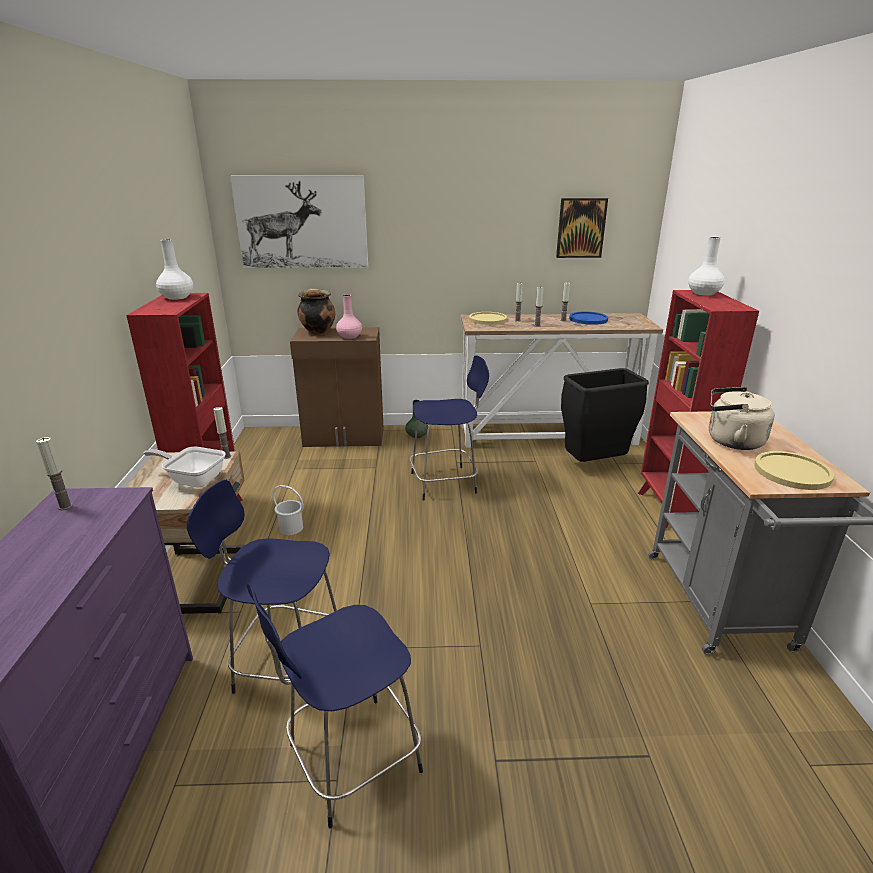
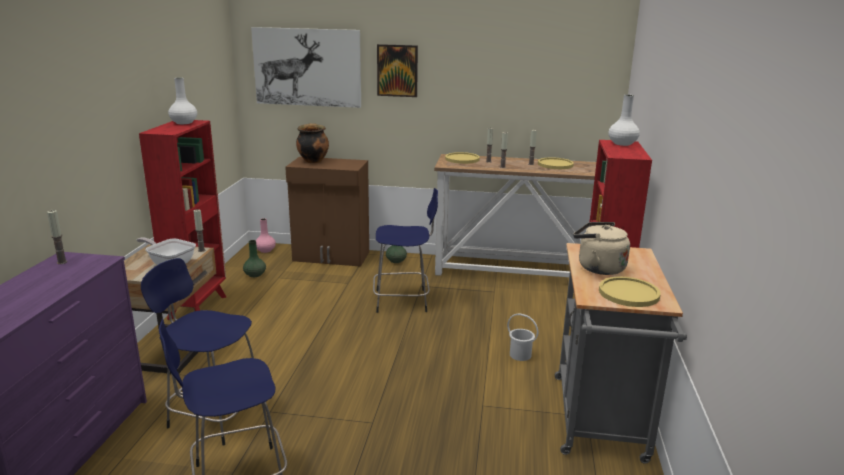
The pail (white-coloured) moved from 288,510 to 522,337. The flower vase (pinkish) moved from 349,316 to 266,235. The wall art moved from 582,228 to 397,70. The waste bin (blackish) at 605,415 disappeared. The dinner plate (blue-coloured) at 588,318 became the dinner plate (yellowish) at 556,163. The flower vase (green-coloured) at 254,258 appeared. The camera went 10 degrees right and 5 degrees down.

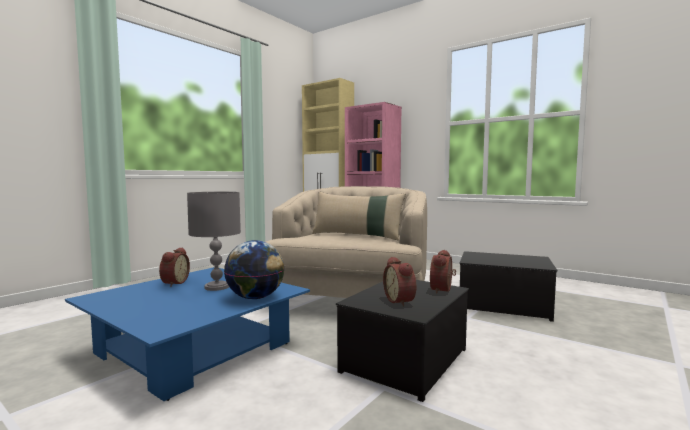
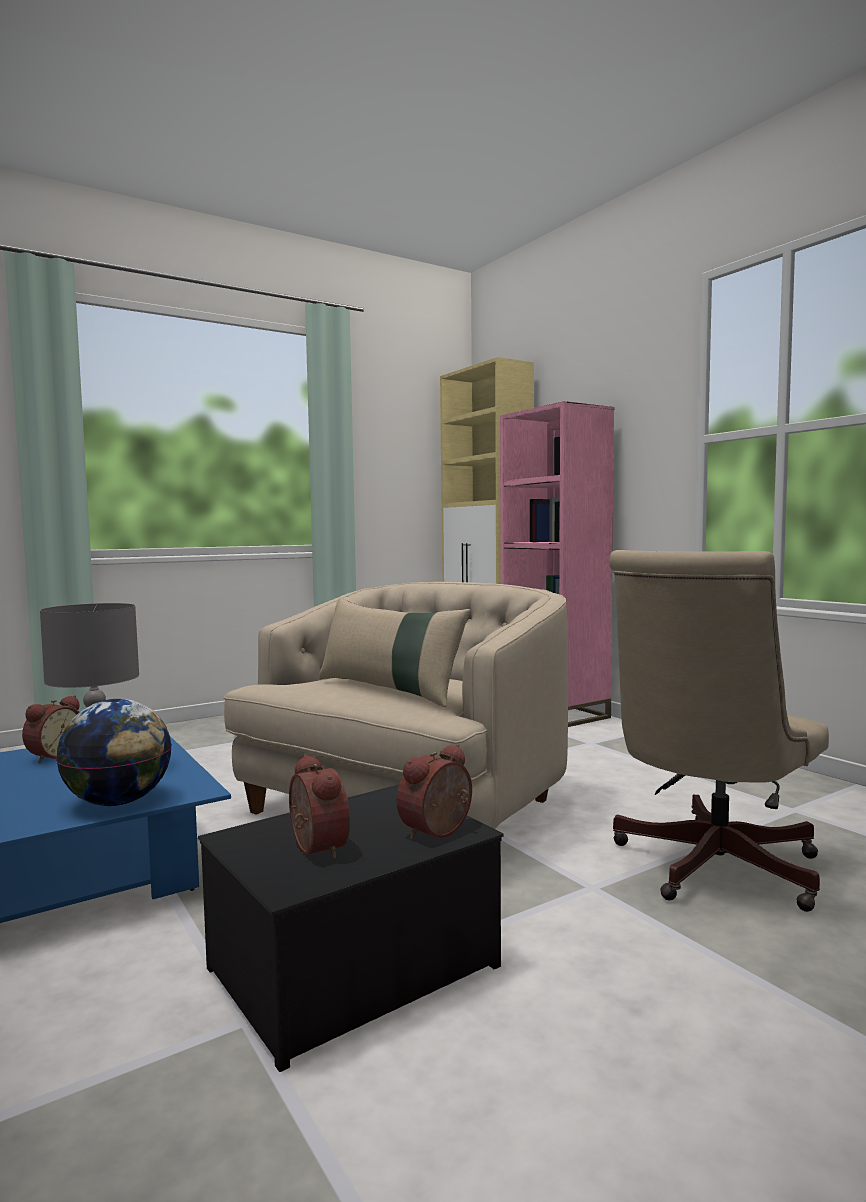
The bedside clock at 399,282 turned 150 degrees clockwise. The storage bin at 508,286 was replaced by the computer chair (beige) at 719,731. The camera went 20 degrees right and 0 degrees up.

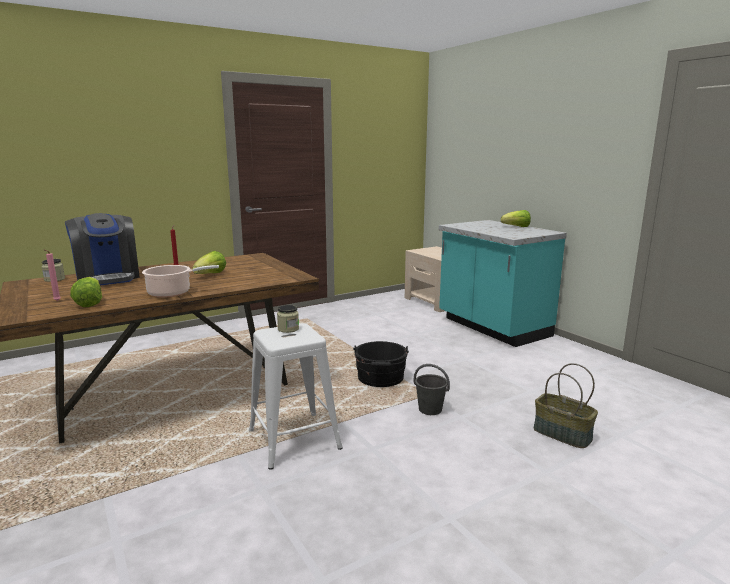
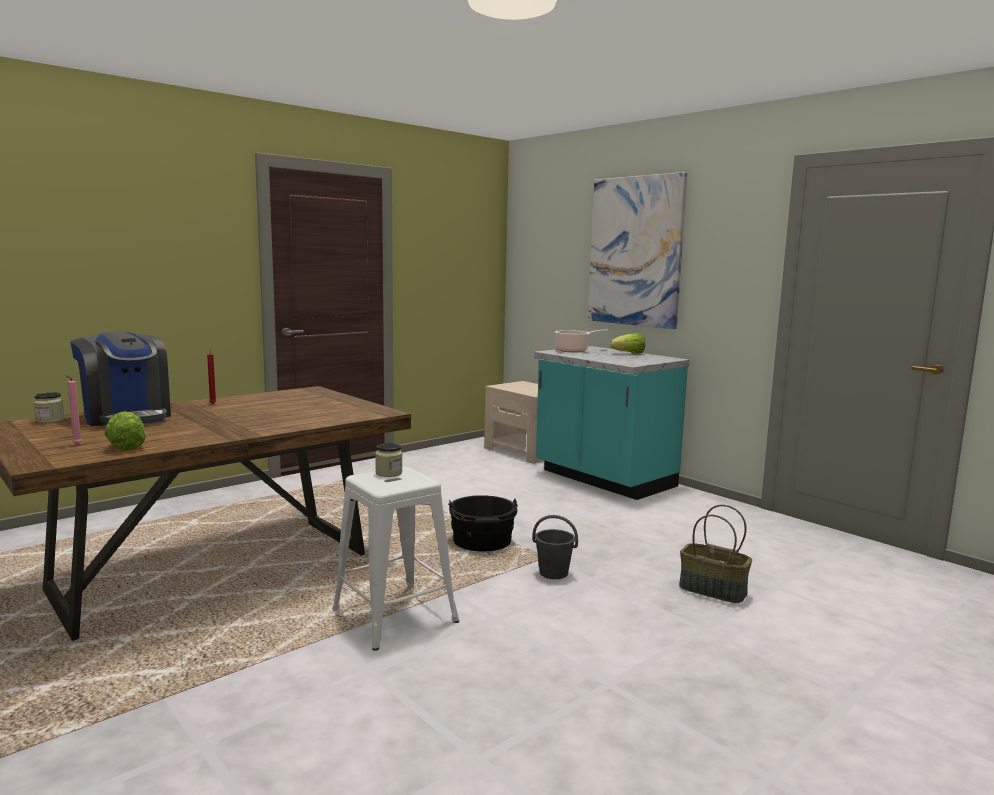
The saucepot moved from 180,281 to 581,341. The lettuce at 209,262 disappeared. The wall art at 637,250 appeared. The camera went 10 degrees left and 5 degrees down.

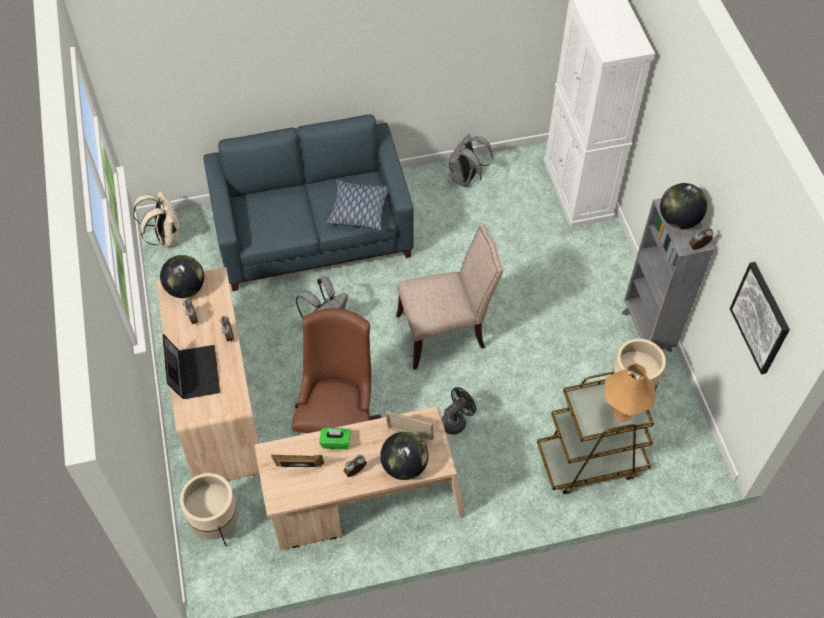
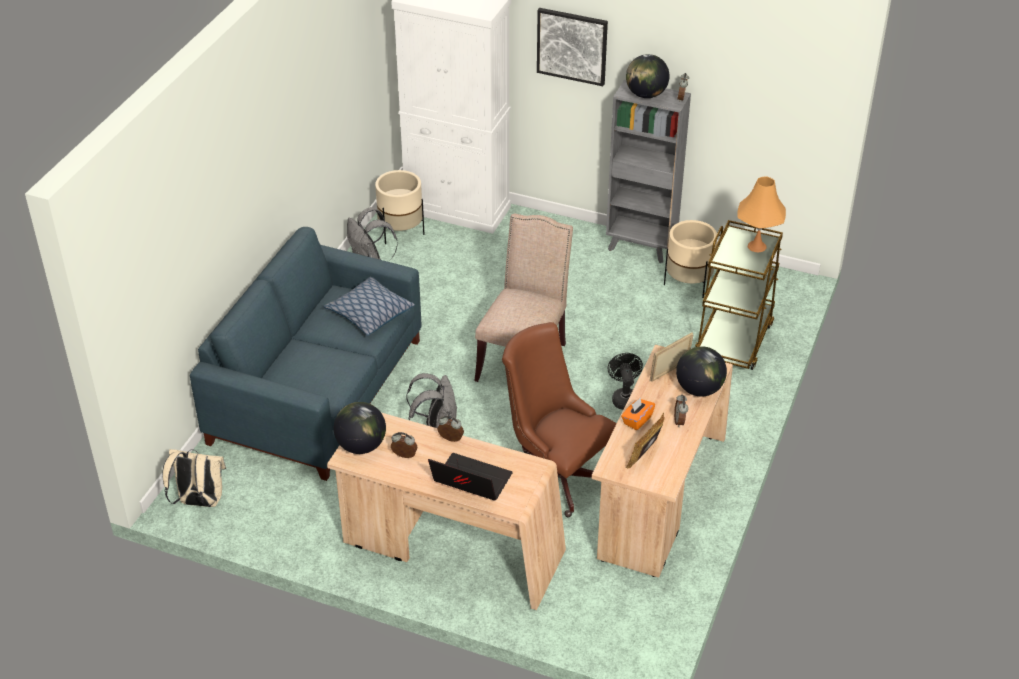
The plant pot (beige) moved from 209,510 to 400,207. The tissue holder (green-coloured) at 334,438 became the tissue holder (orange) at 638,413. The wall art moved from 760,318 to 572,47. The camera went 55 degrees left and 15 degrees down.

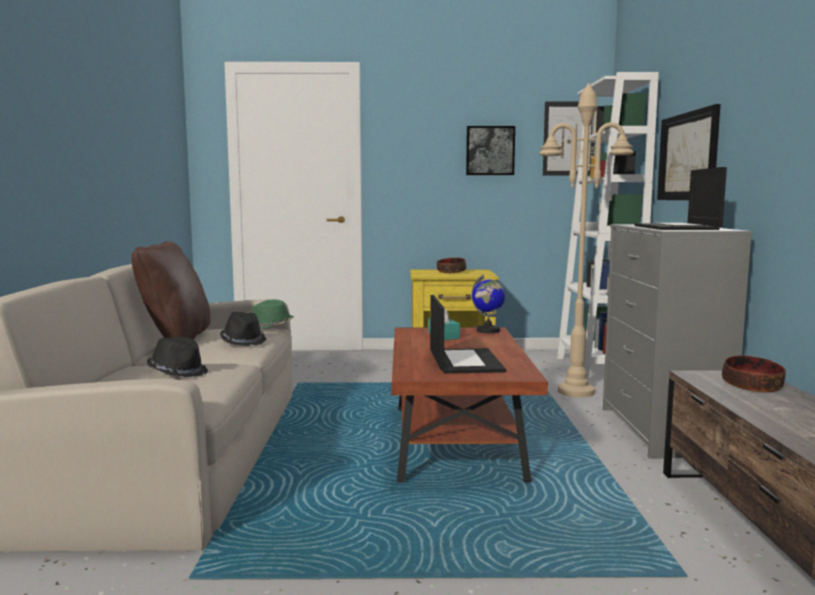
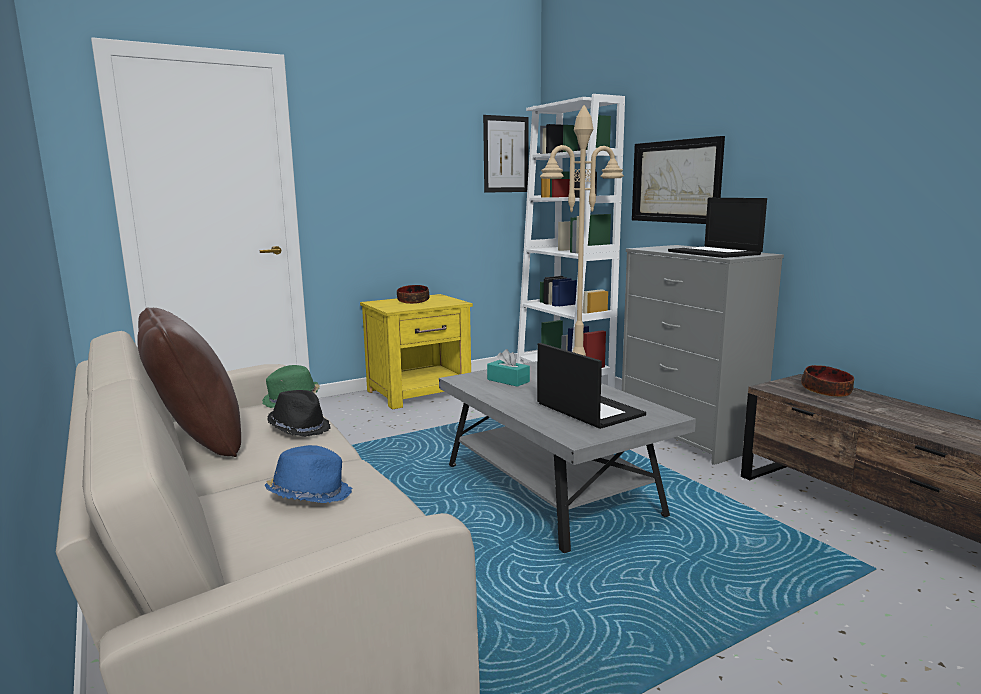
The hat (blackish) at 178,357 became the hat (blue-coloured) at 308,474. The coffee table (brown-coloured) at 469,405 became the coffee table (grey) at 567,457. The wall art at 490,150 disappeared. The globe at 488,304 disappeared. The camera went 30 degrees left and 5 degrees up.

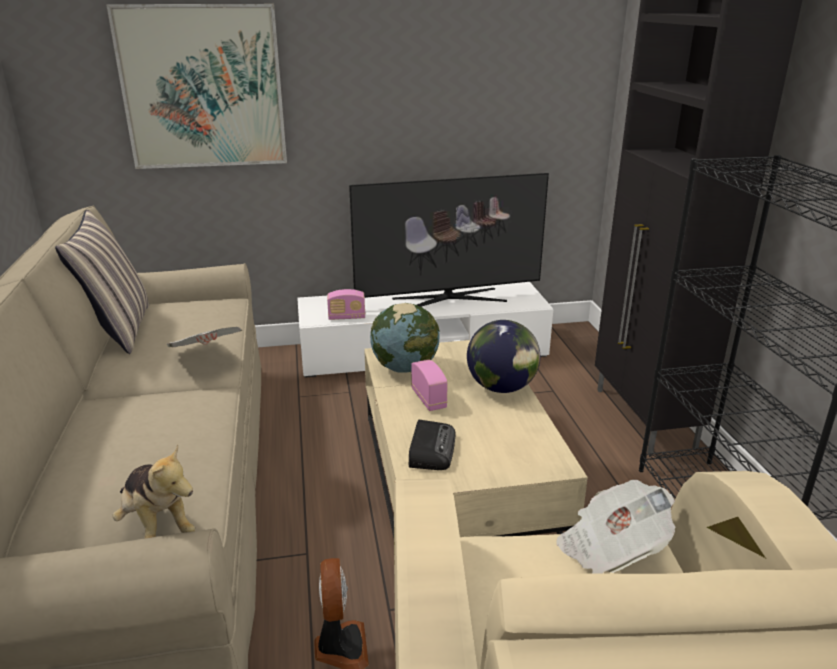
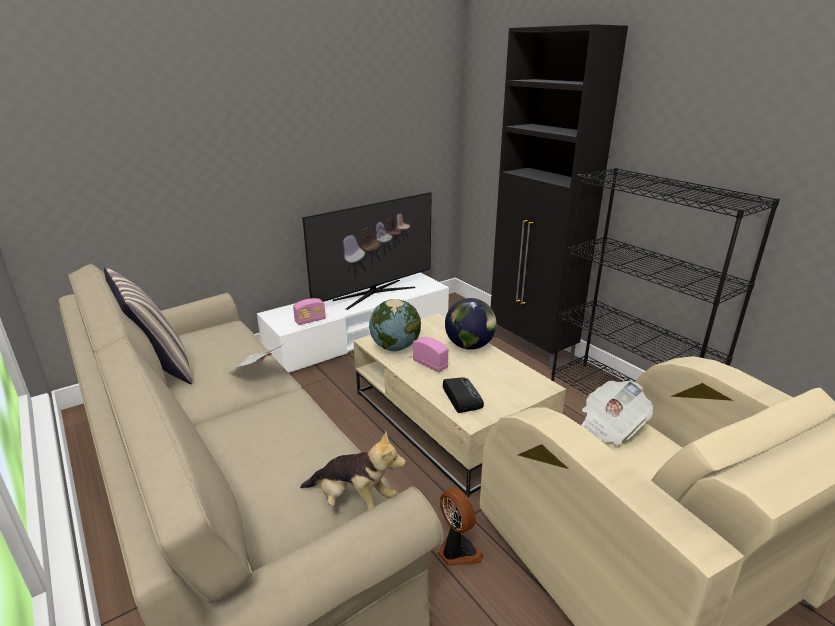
The wall art at 196,86 disappeared. The camera went 25 degrees left and 0 degrees up.

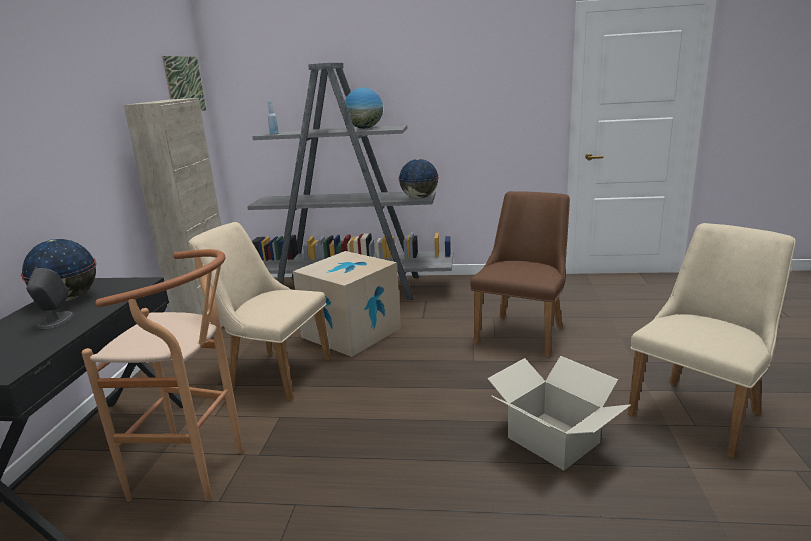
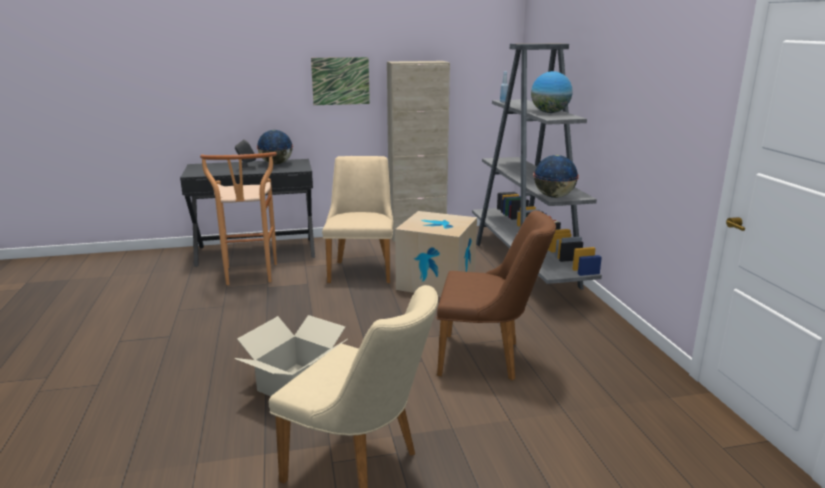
The wall art moved from 184,83 to 340,81. The camera went 70 degrees right and 0 degrees up.

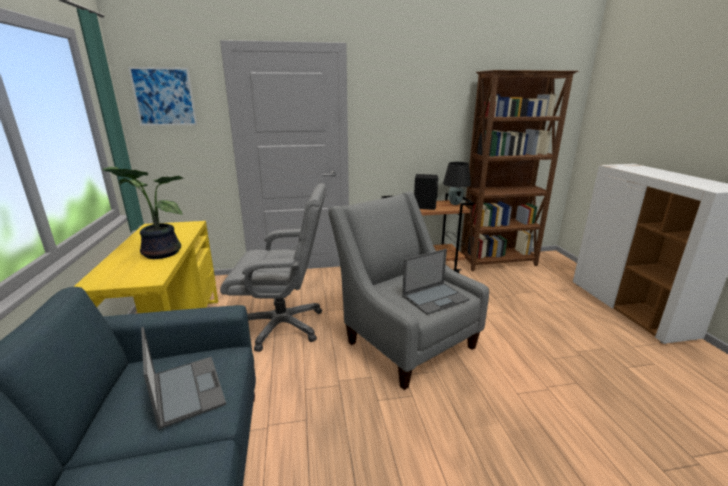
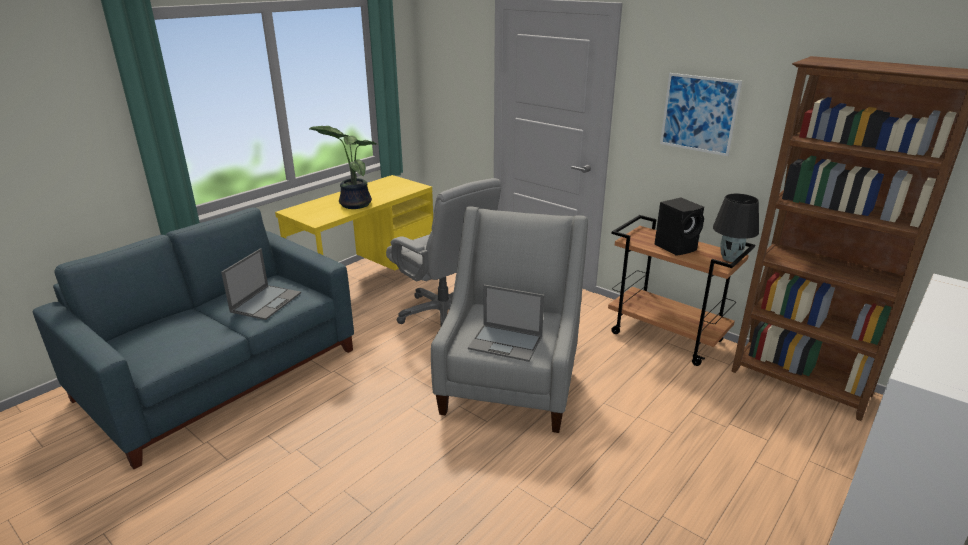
The wall art moved from 162,96 to 701,114. The camera went 50 degrees right and 5 degrees up.

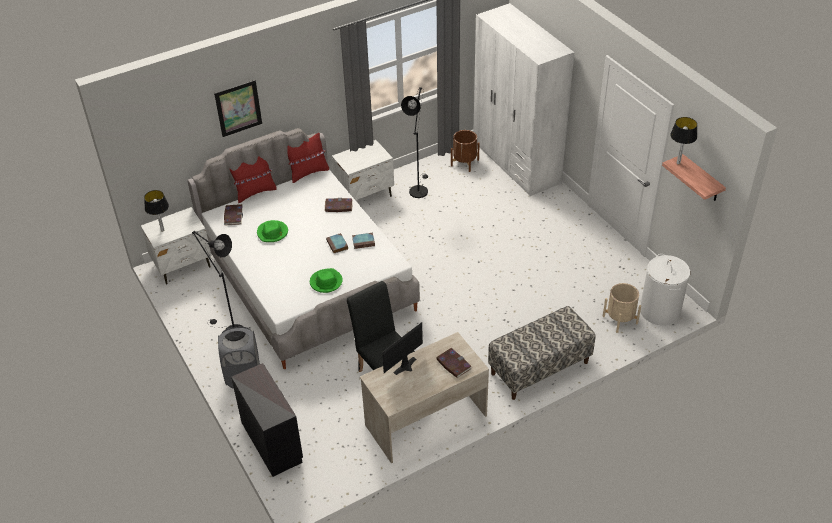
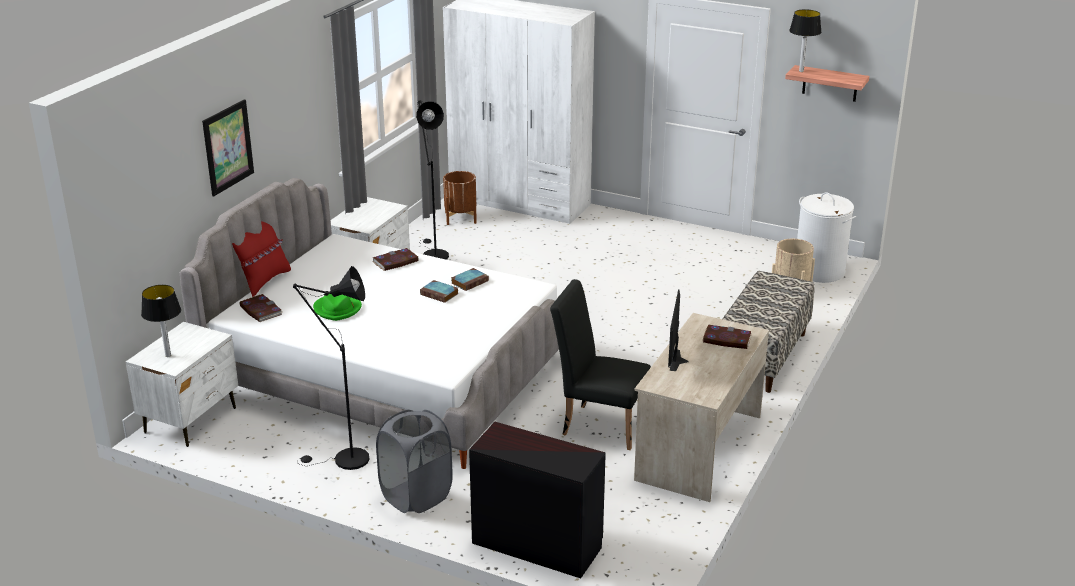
The pillow (red) at 308,158 disappeared. The hat (green-coloured) at 326,280 disappeared. The camera went 35 degrees left and 15 degrees down.

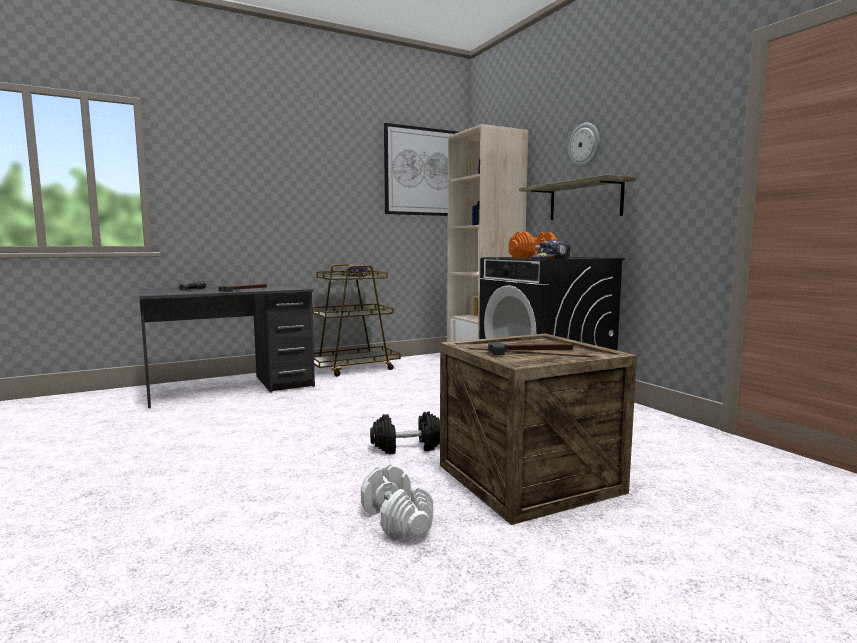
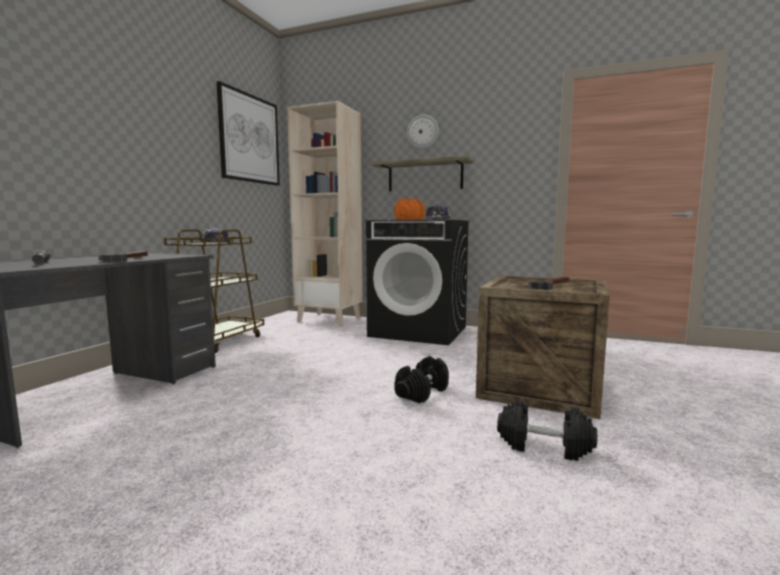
The hand weight (white-coloured) at 397,502 became the hand weight (blackish) at 547,430. The camera went 40 degrees left and 0 degrees up.

